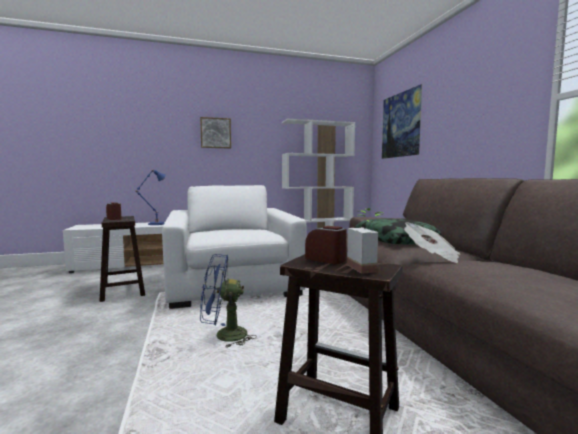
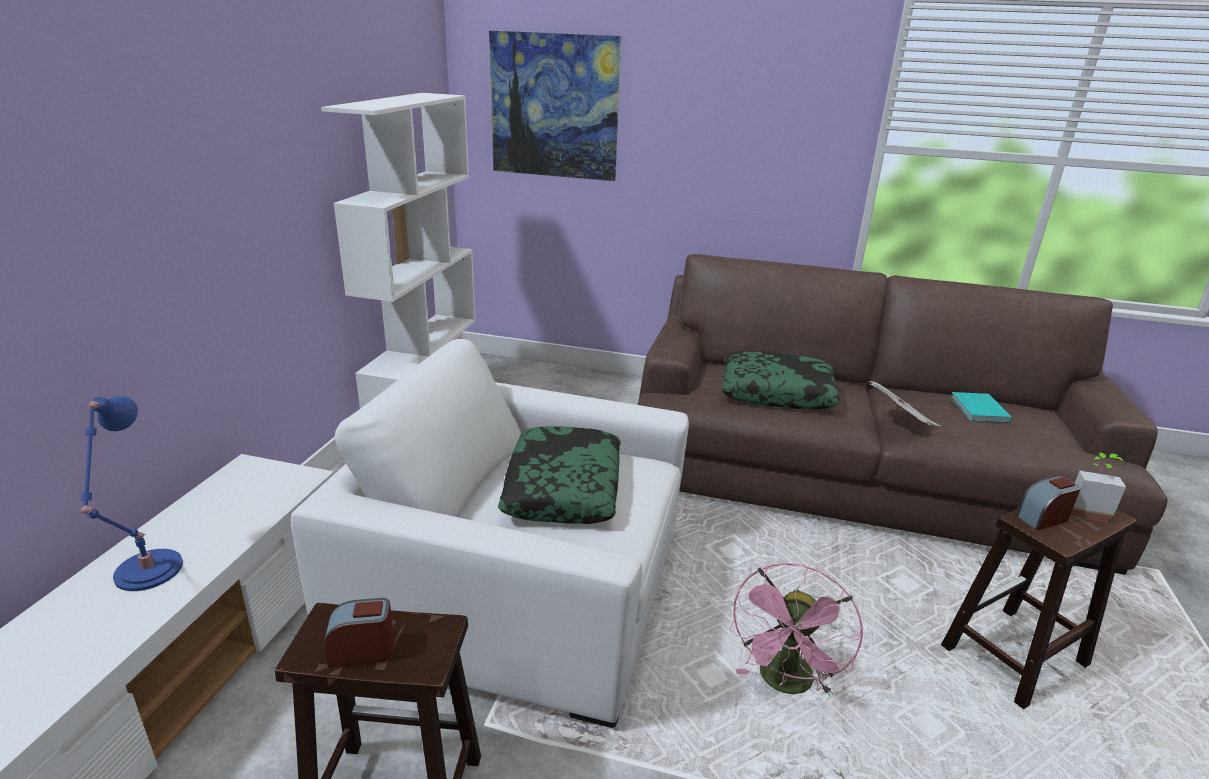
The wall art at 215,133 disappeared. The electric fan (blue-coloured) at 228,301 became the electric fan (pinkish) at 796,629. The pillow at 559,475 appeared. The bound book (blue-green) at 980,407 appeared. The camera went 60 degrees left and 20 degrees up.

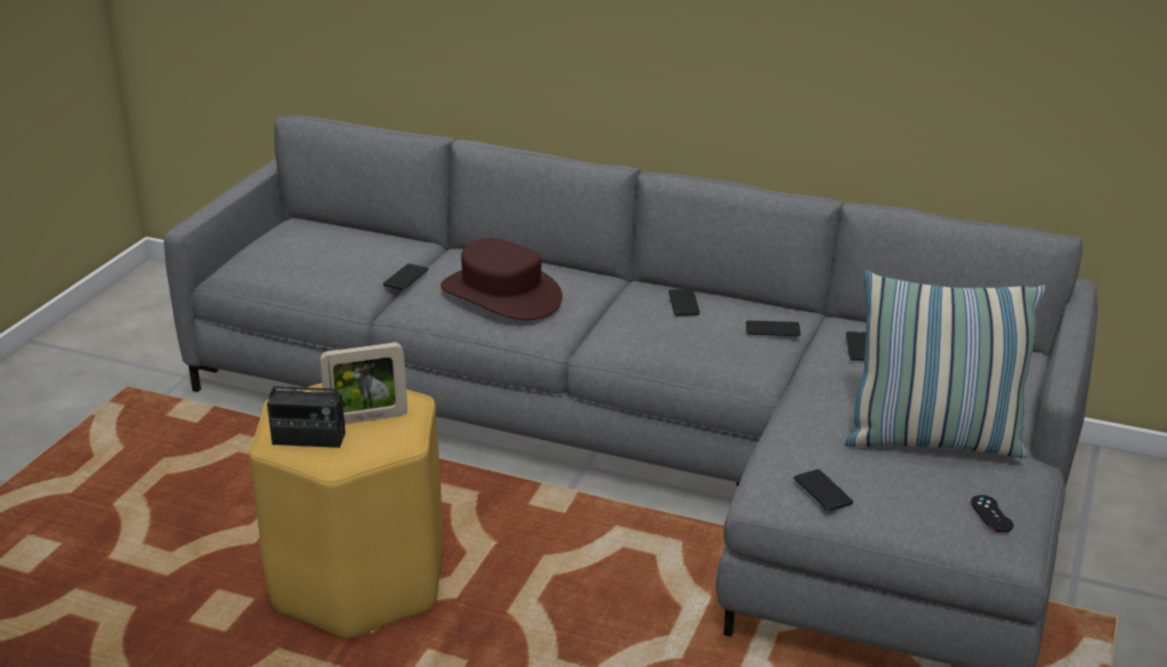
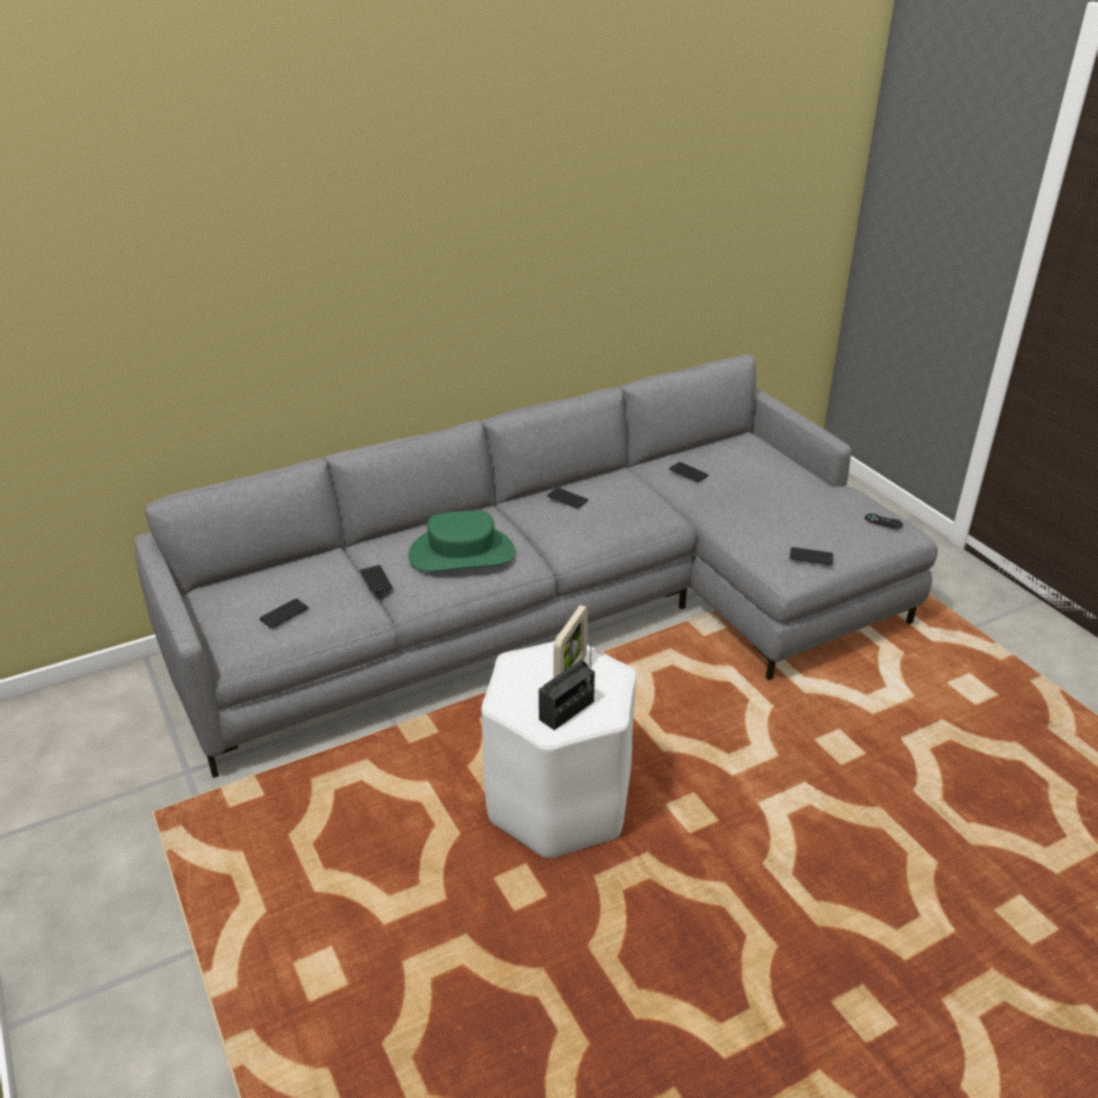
The stool (yellowish) at 346,511 became the stool (white-coloured) at 558,749. The hat (brown-coloured) at 501,279 became the hat (green-coloured) at 461,541. The phone moved from 773,328 to 284,613. The pillow at 945,364 disappeared. The camera went 50 degrees left and 5 degrees up.

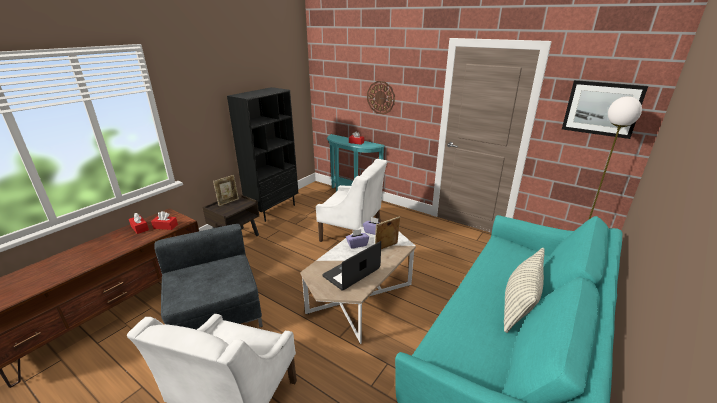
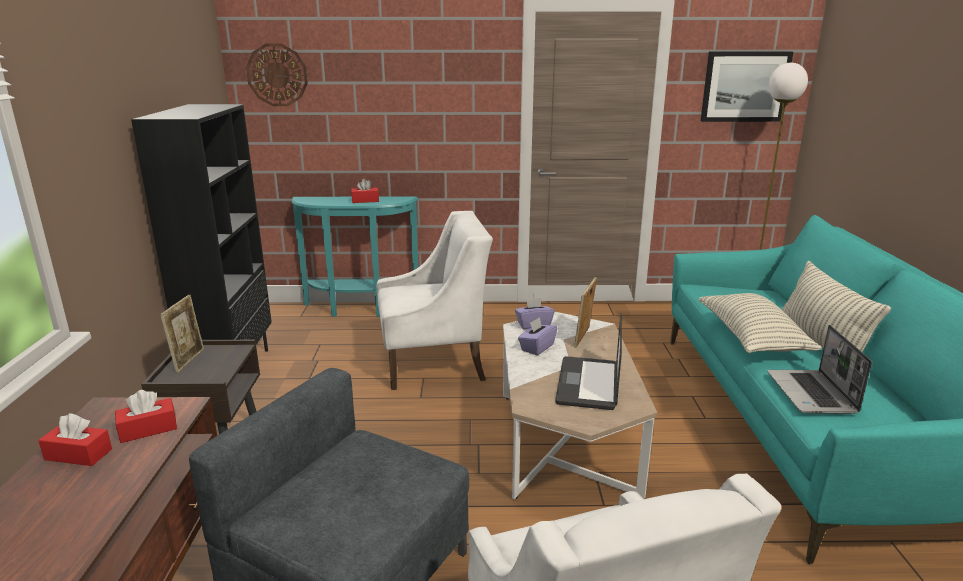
The wall clock moved from 381,97 to 277,75. The pillow at 760,323 appeared. The notebook computer at 819,369 appeared. The camera went 35 degrees left and 5 degrees down.

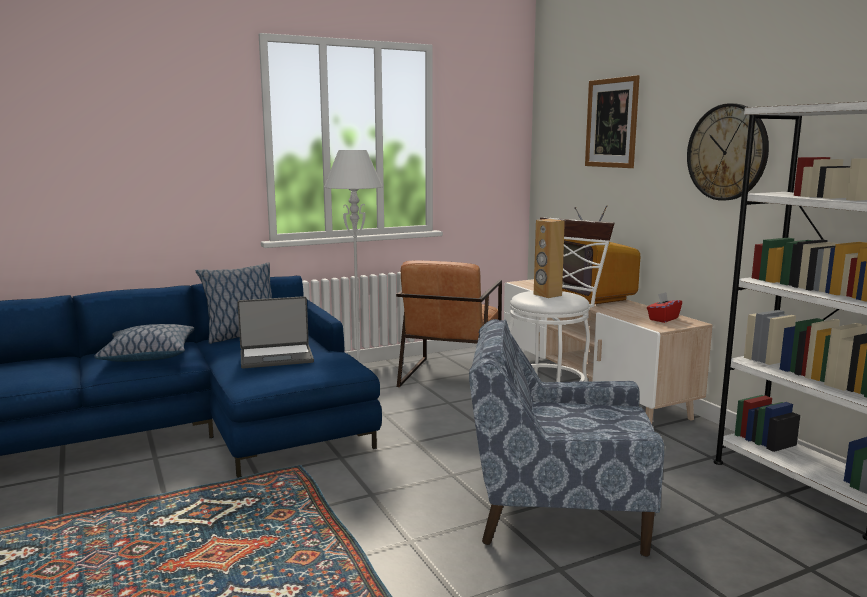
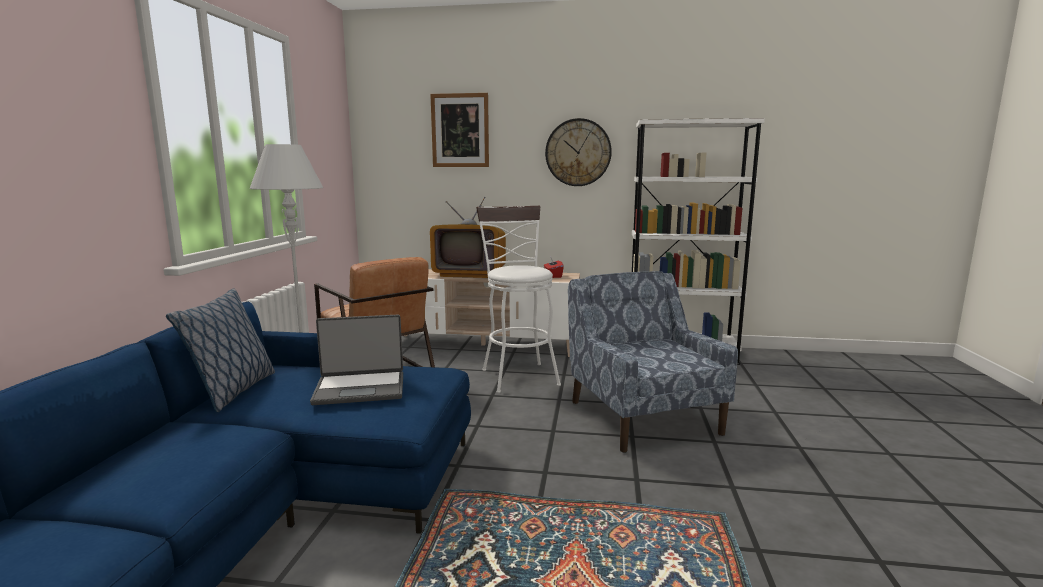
The pillow at 144,343 disappeared. The notebook computer at 275,332 turned 60 degrees clockwise. The armchair (blue-coloured) at 566,438 turned 120 degrees clockwise. The audio speaker (brown-coloured) at 549,258 disappeared. The camera went 55 degrees left and 0 degrees up.

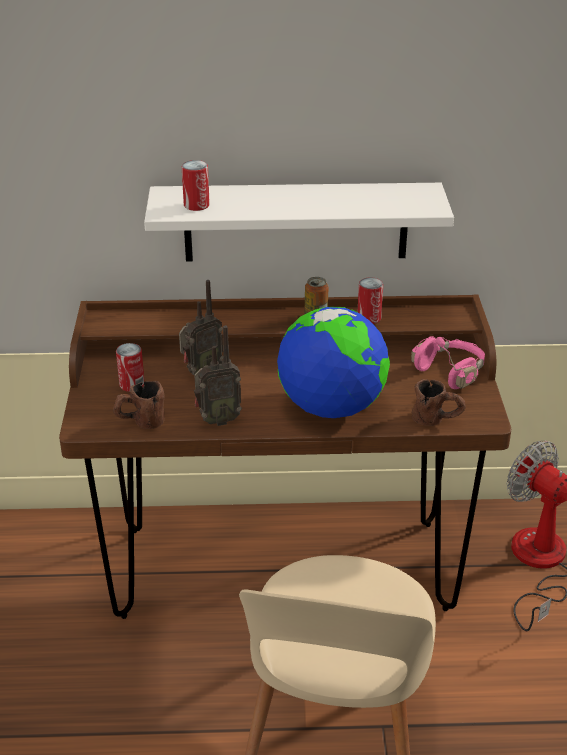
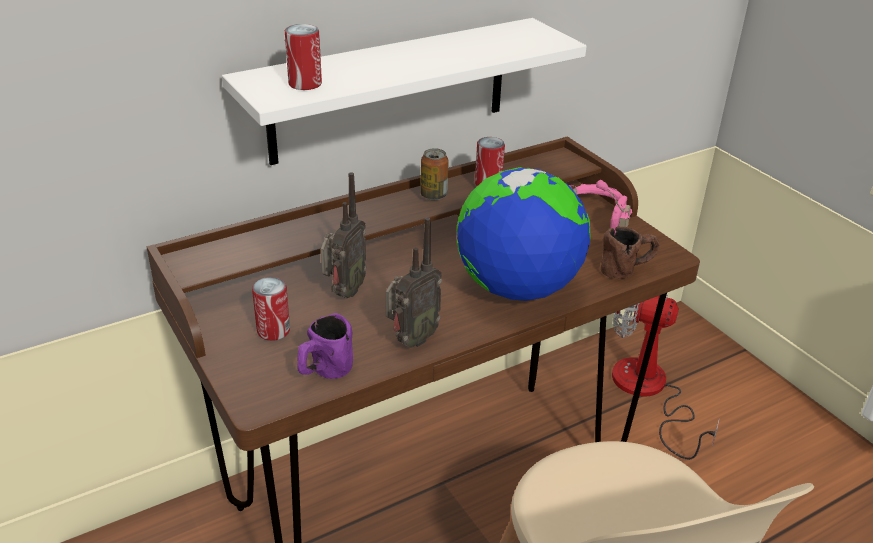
The mug (brown-coloured) at 139,405 became the mug (purple) at 325,346. The camera went 30 degrees left and 0 degrees up.

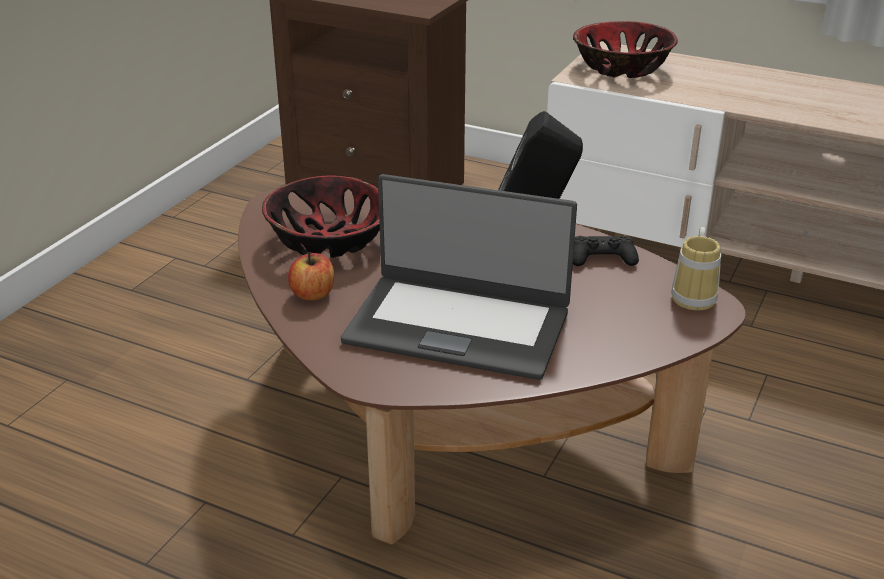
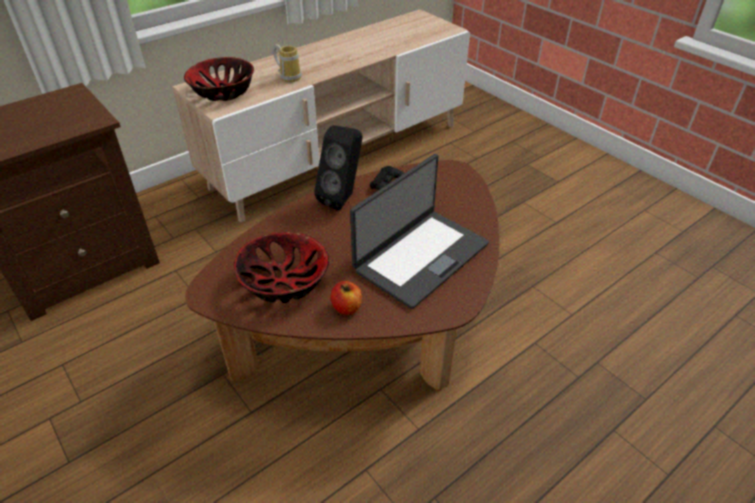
The mug moved from 696,269 to 287,63. The camera went 65 degrees left and 10 degrees up.

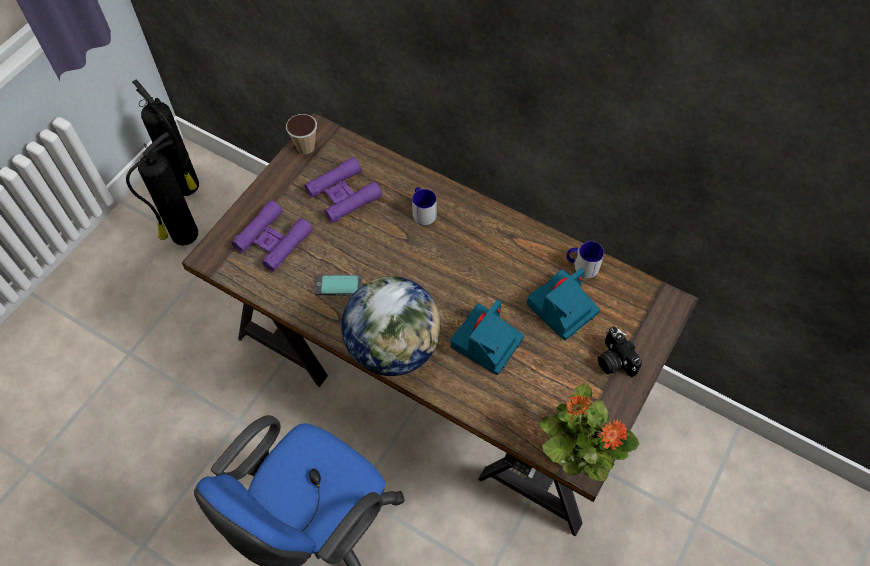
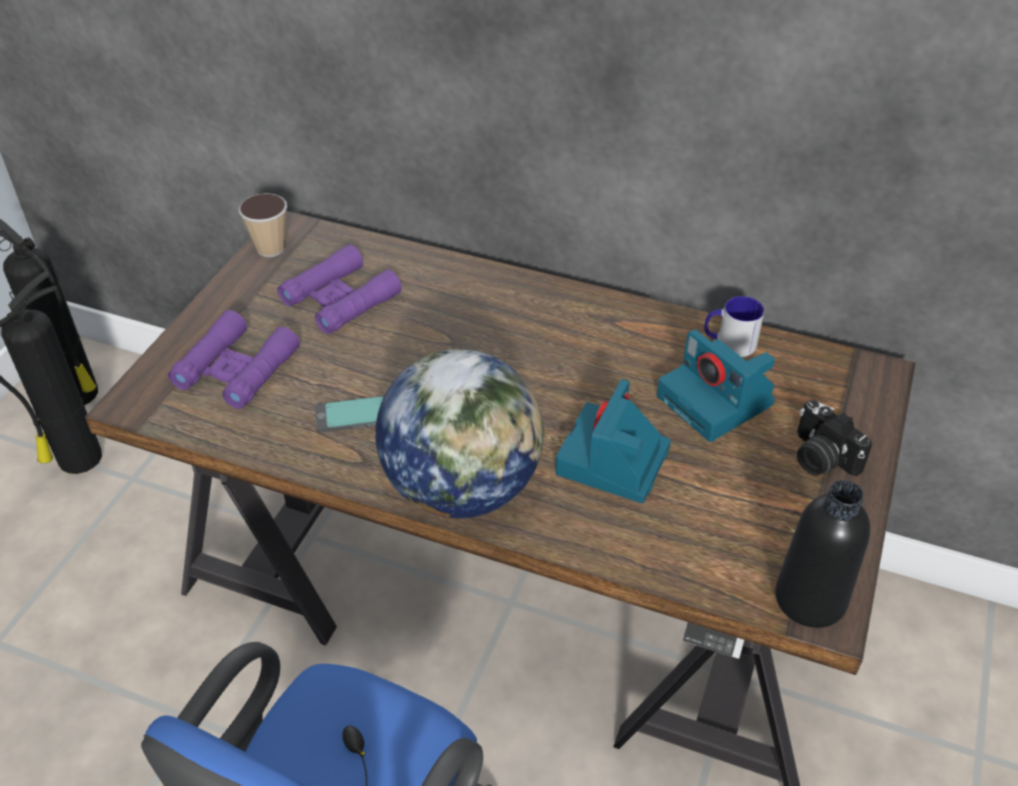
The mug at 424,206 disappeared. The photo camera at 563,304 turned 75 degrees counterclockwise. The potted plant at 589,432 was replaced by the drink bottle (blackish) at 822,554. The camera went 10 degrees left and 15 degrees down.

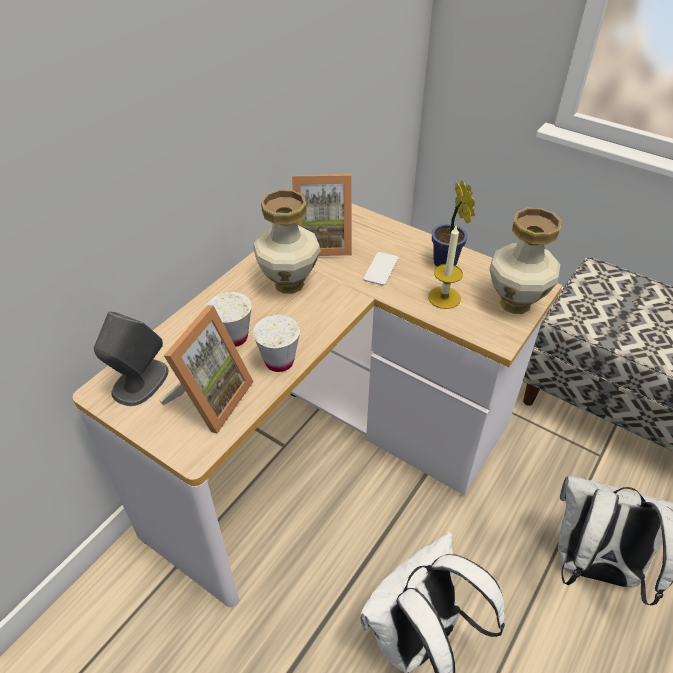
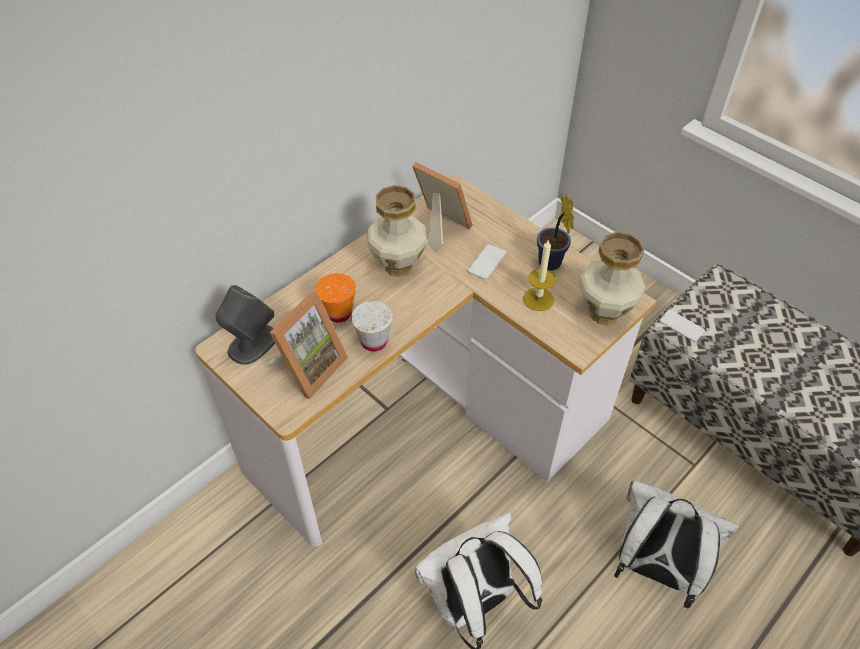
The small cup (white-coloured) at 229,319 became the small cup (orange) at 335,297. The photo frame at 322,215 turned 150 degrees counterclockwise. The phone at 682,326 appeared. The camera went 10 degrees right and 5 degrees up.

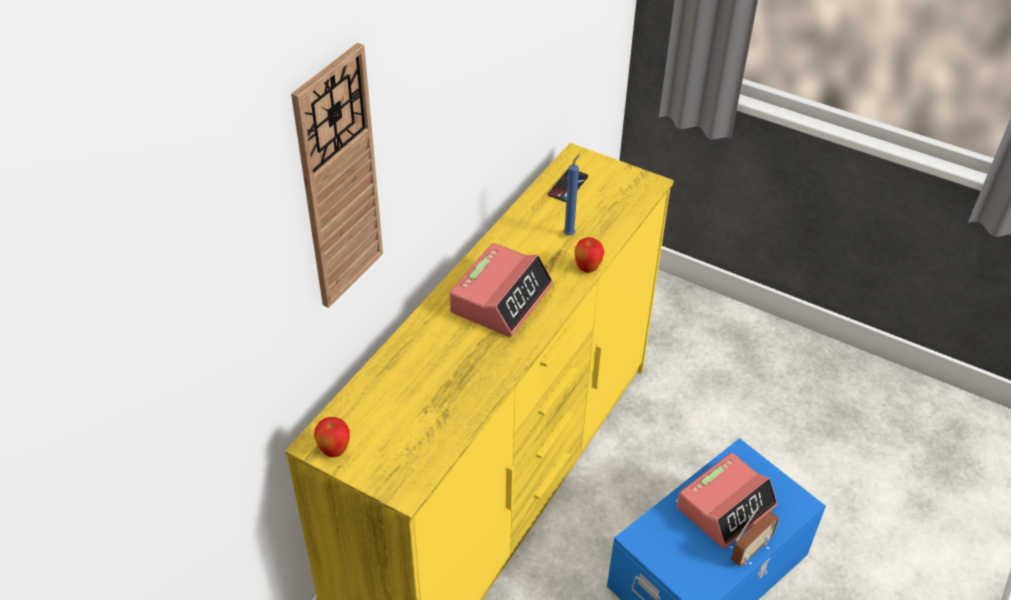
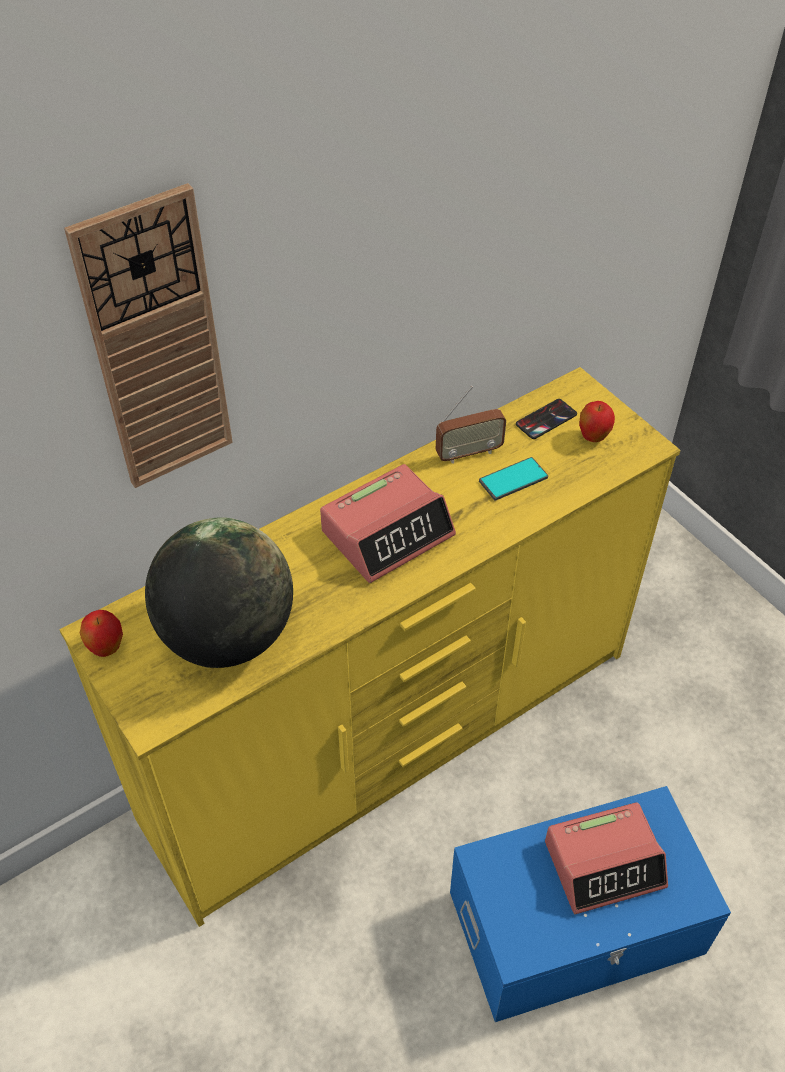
The wax candle (blue-coloured) at 571,194 was replaced by the phone at 513,479. The apple moved from 589,255 to 597,421. The radio moved from 755,536 to 471,424. The globe at 219,592 appeared. The camera went 25 degrees right and 5 degrees up.

